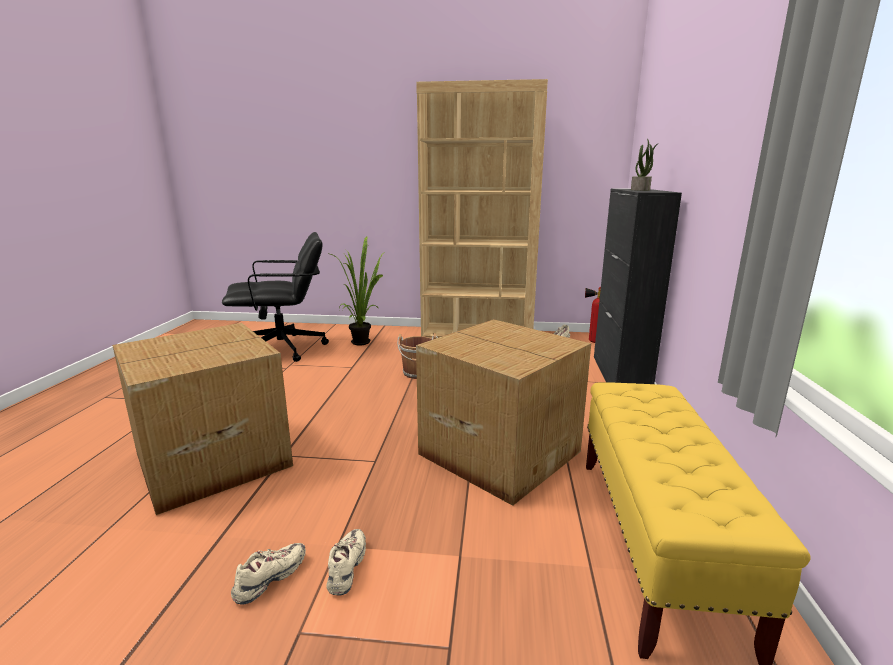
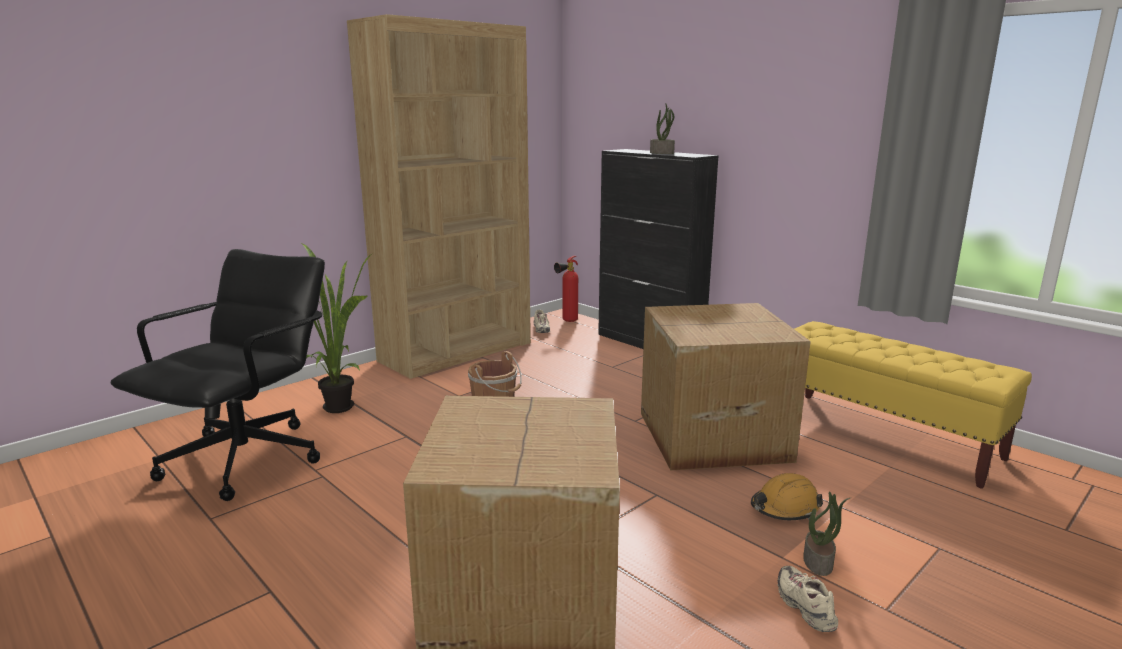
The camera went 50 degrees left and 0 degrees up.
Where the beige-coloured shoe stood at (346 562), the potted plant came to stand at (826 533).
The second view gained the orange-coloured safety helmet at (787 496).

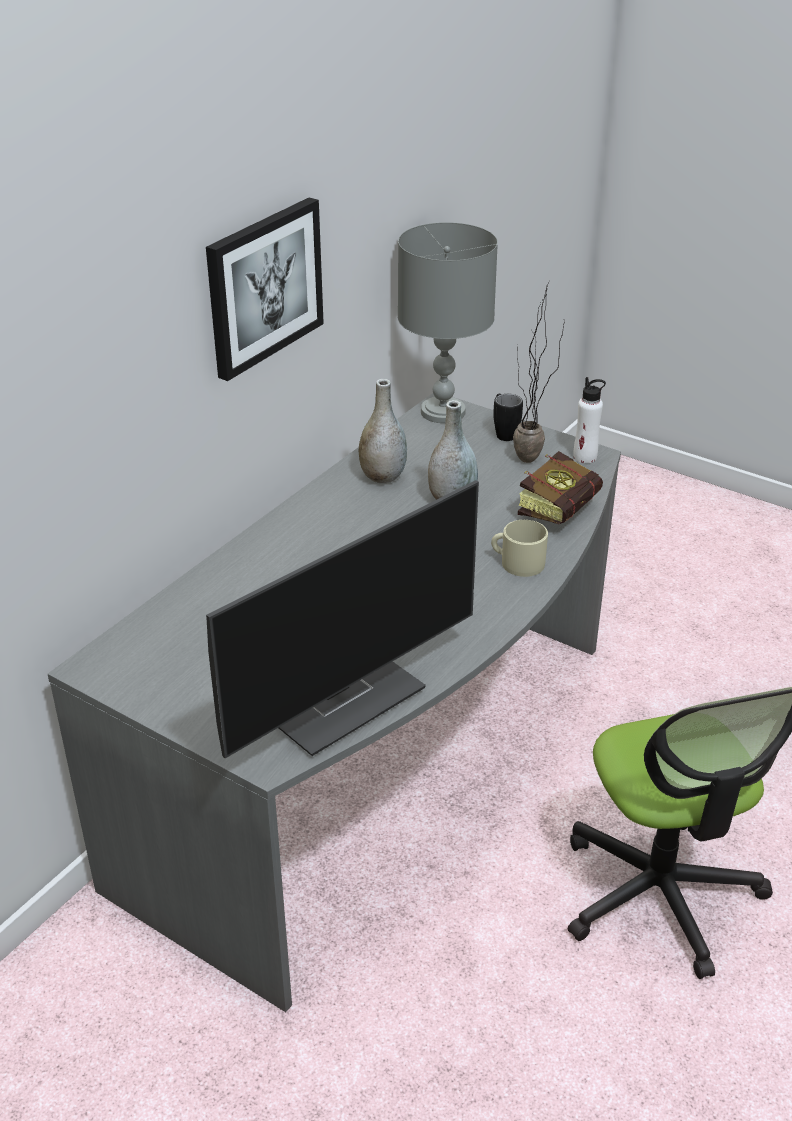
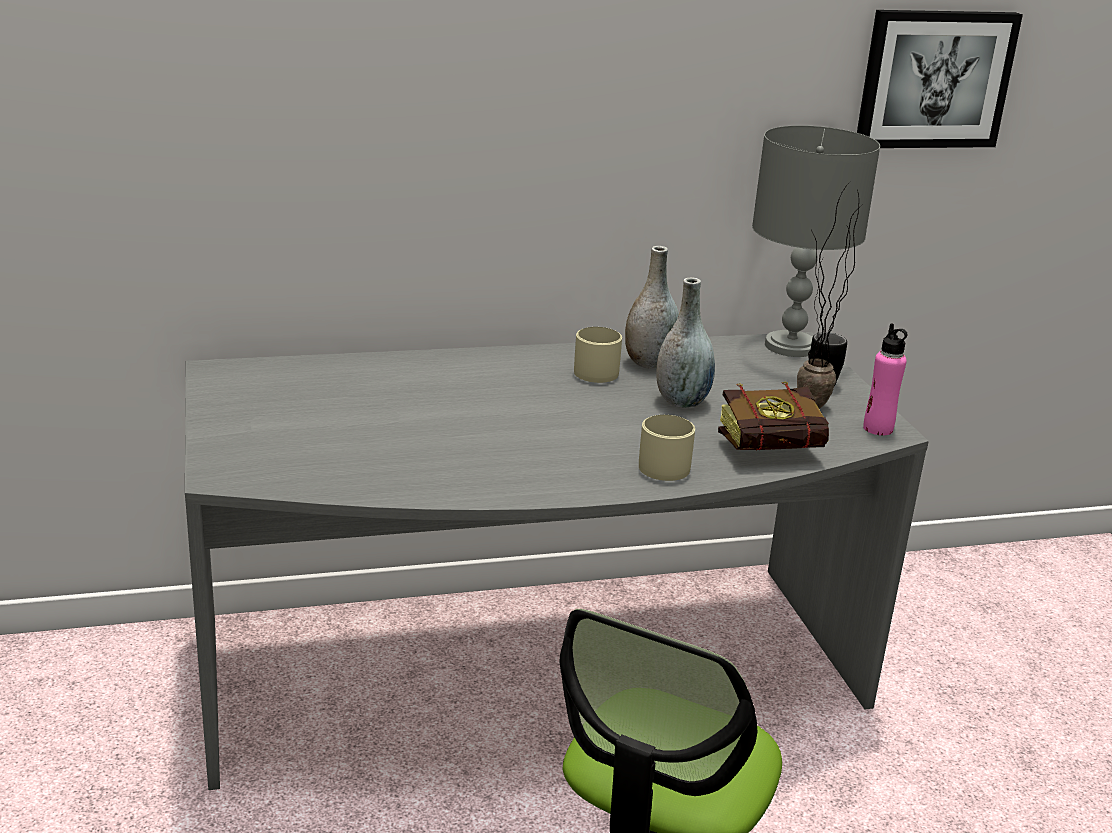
The camera went 40 degrees right and 10 degrees down.
The picture ended up elsewhere, having gone from (265 289) to (940 79).
The second view lost the computer display at (342 619).
What was the whitish drink bottle at (589 420) turned into the pink-coloured drink bottle at (885 379).
The second view gained the beige-coloured mug at (598 355).

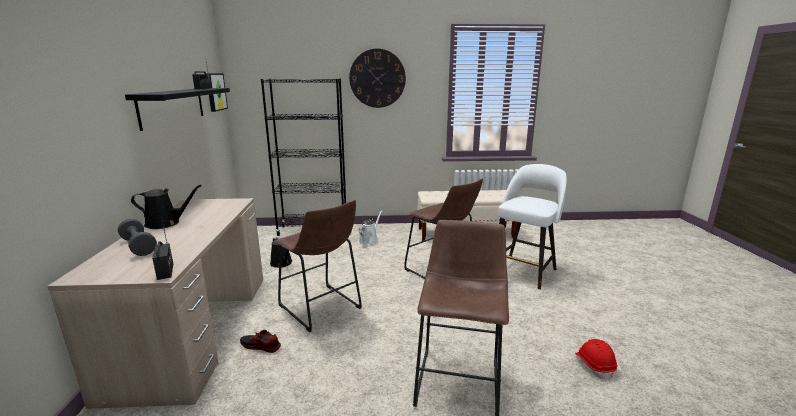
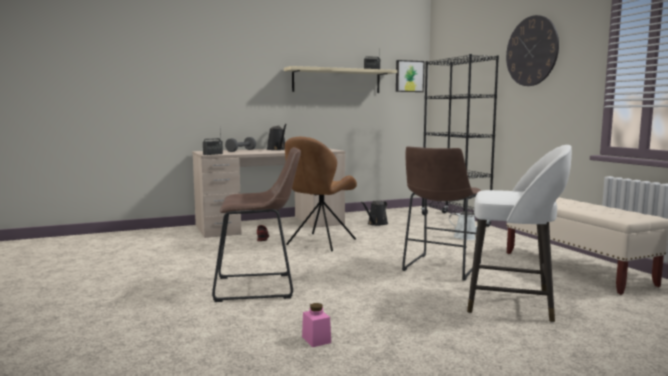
The camera went 70 degrees right and 10 degrees down.
What was the black wall shelf at (177 109) turned into the beige-coloured wall shelf at (340 79).
Where the brown stool stood at (318 266), the brown upright chair came to stand at (321 194).
Where the reddish safety helmet stood at (596 360), the pink-coloured jar came to stand at (316 325).

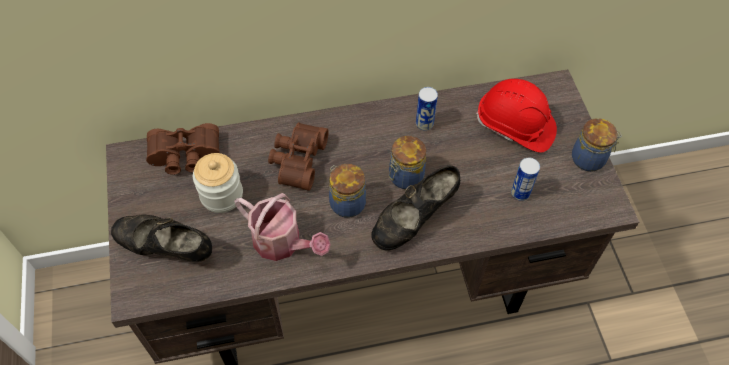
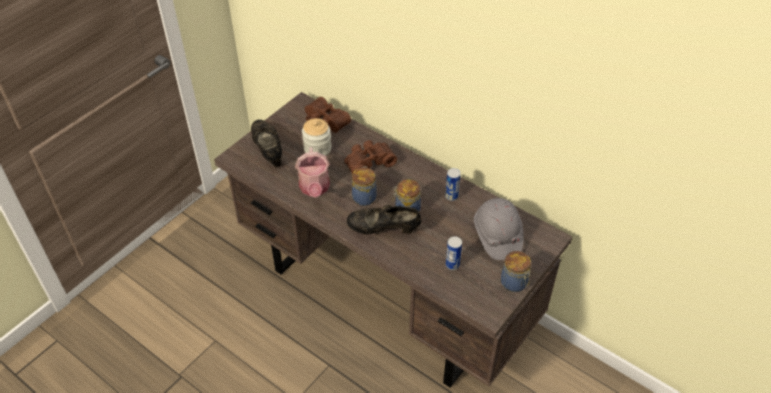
The camera went 50 degrees right and 10 degrees down.
What was the reddish safety helmet at (516 116) turned into the greyish safety helmet at (498 229).

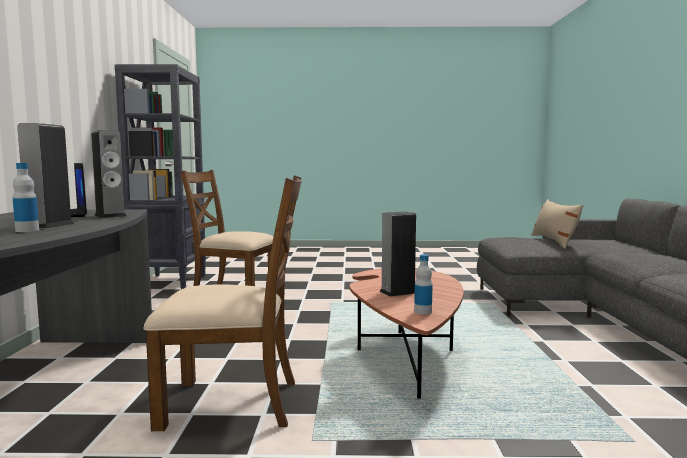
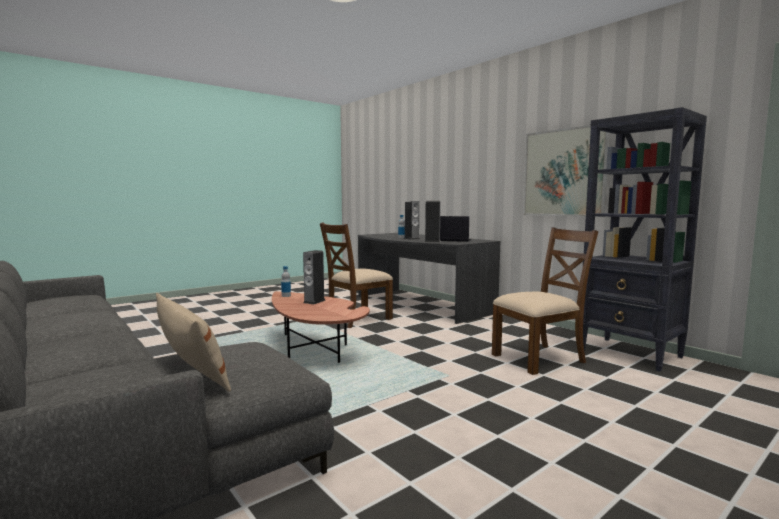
The camera went 140 degrees right and 0 degrees up.
The second view gained the picture at (566 171).

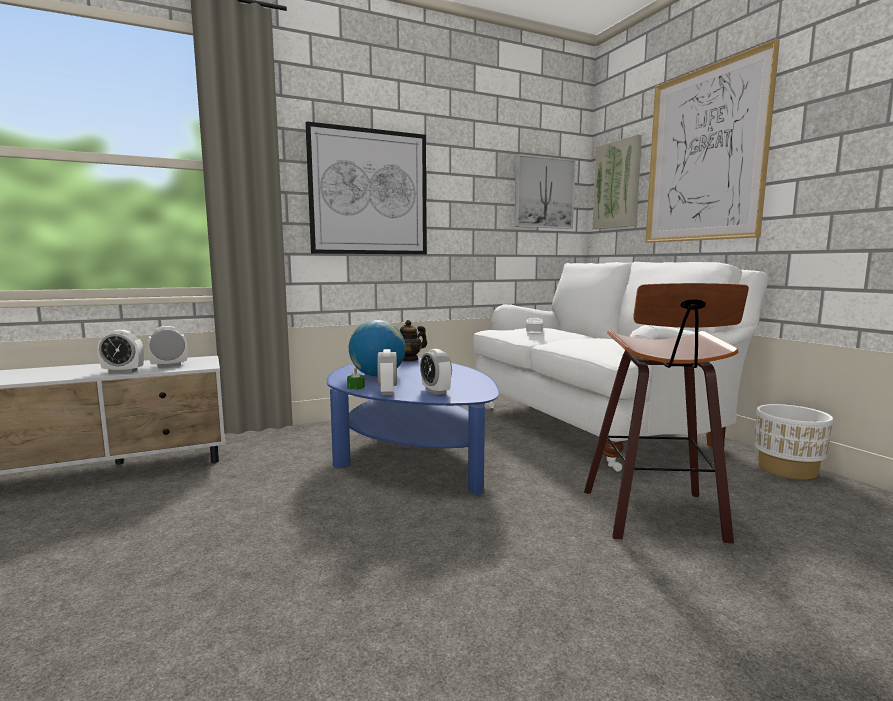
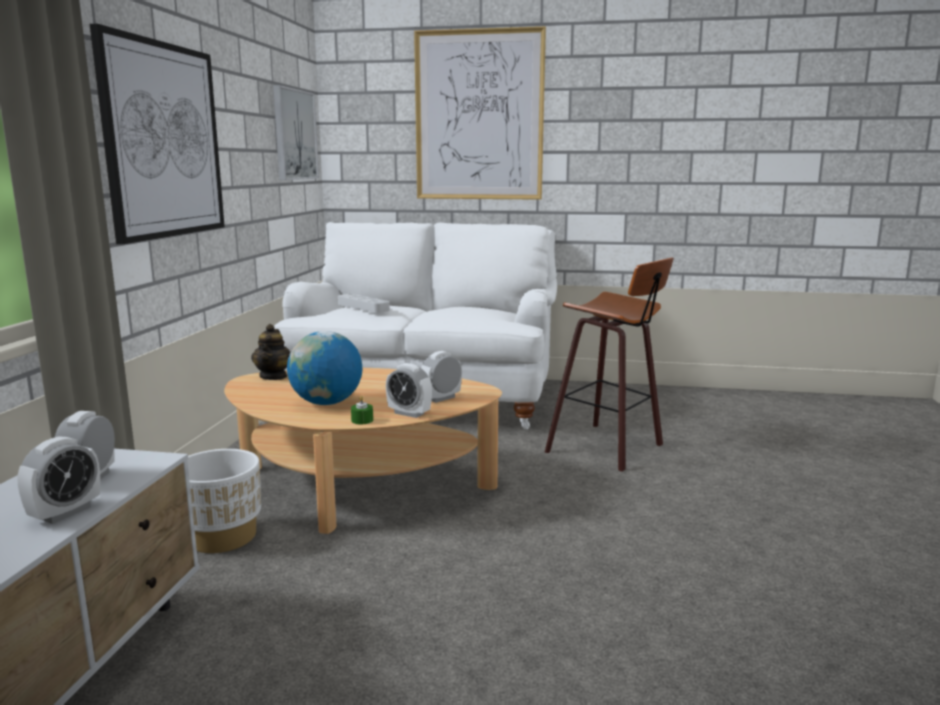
The camera went 55 degrees left and 5 degrees up.
What was the blue-coloured low table at (413 426) turned into the beige-coloured low table at (363 451).
The table clock at (436 372) ended up facing another way, 135 degrees clockwise from before.
The second view lost the picture at (617 181).
The whitish plant pot ended up elsewhere, having gone from (794 442) to (224 501).

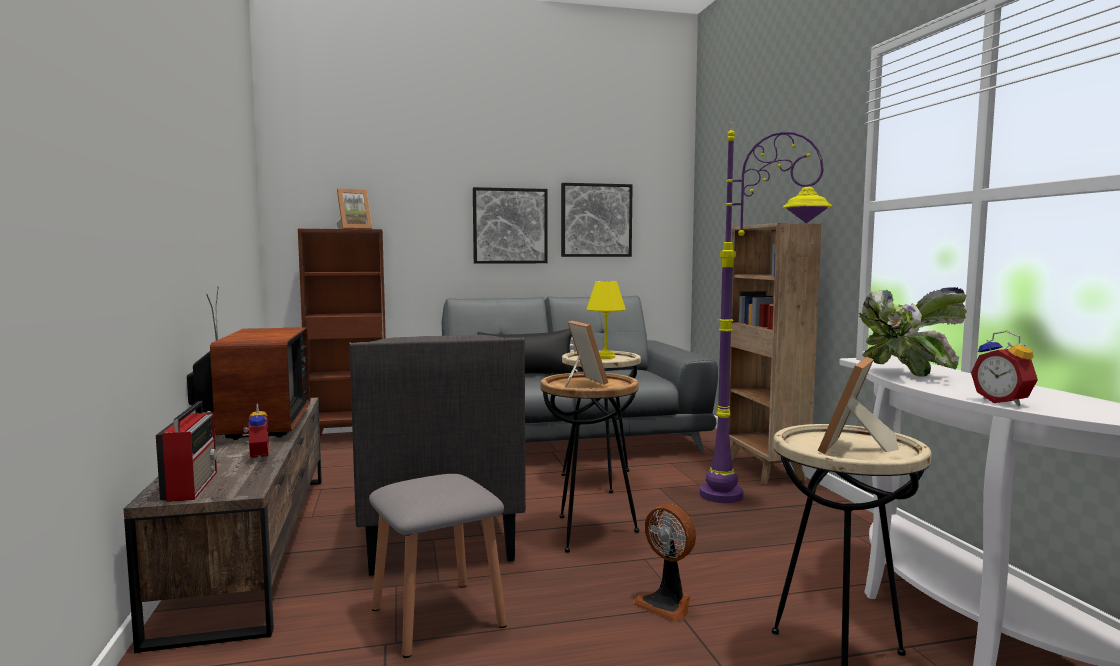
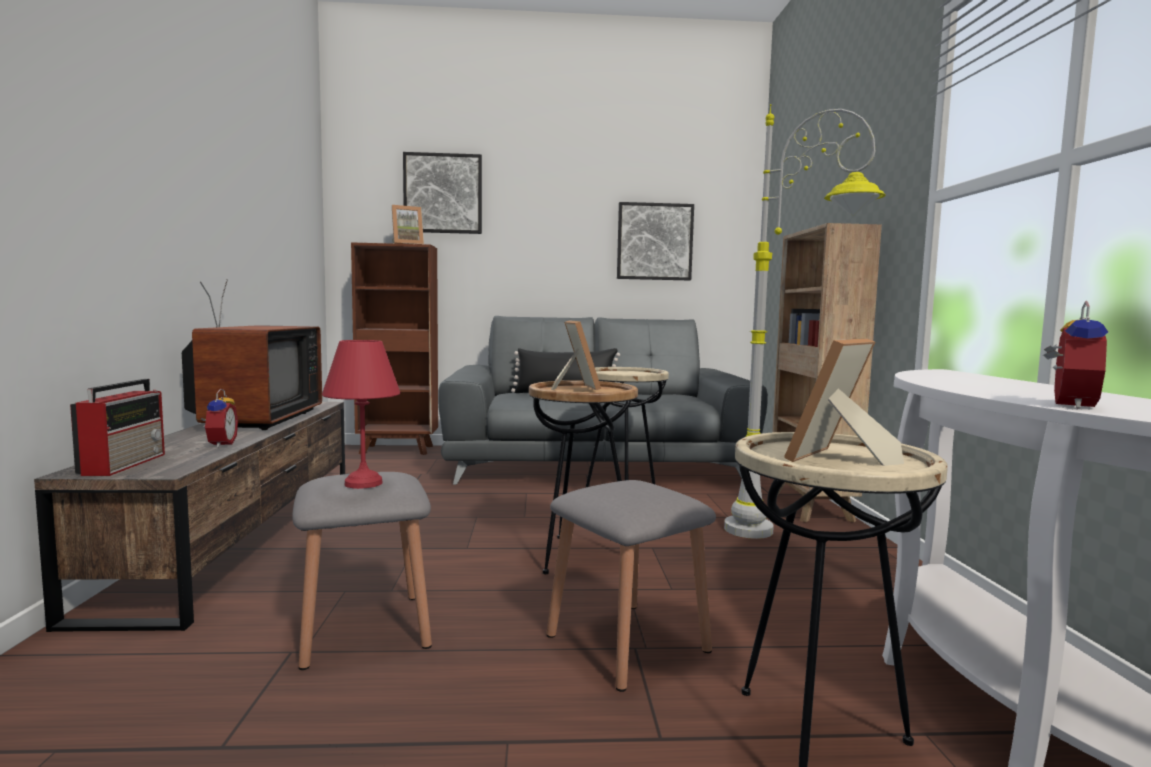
The camera went 10 degrees right and 0 degrees up.
The second view lost the greyish easy chair at (437 455).
The picture ended up elsewhere, having gone from (510 225) to (442 193).
The second view lost the yellow-coloured table lamp at (606 320).
Where the fan stood at (664 562), the greyish stool came to stand at (631 586).
What was the purplish standing lamp at (766 312) turned into the greyish standing lamp at (805 321).
The second view lost the potted plant at (913 332).
The table clock at (1004 368) ended up facing another way, 135 degrees counterclockwise from before.
The second view gained the reddish table lamp at (361 414).

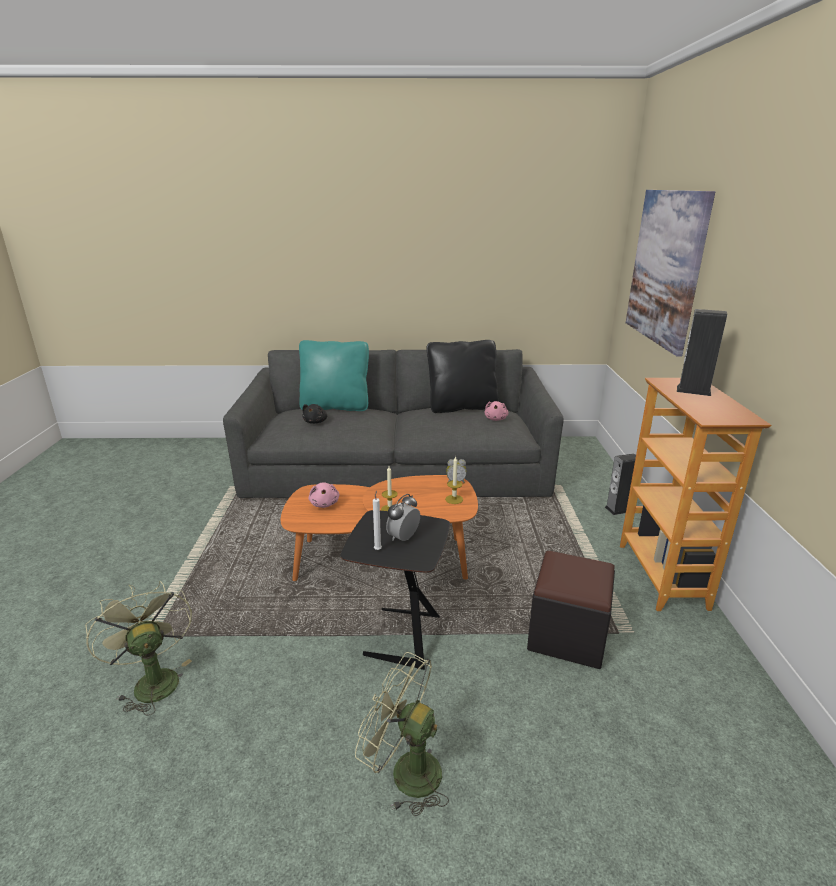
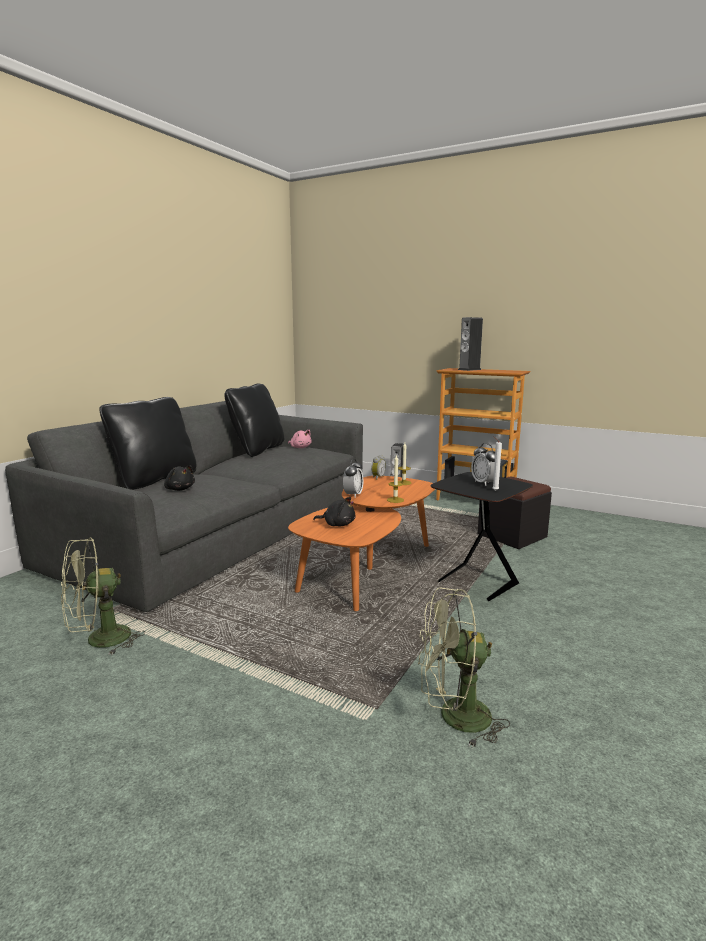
The camera went 60 degrees left and 10 degrees down.
What was the blue-green throw pillow at (334 375) turned into the black throw pillow at (148 443).
What was the pink-coloured soft toy at (324 495) turned into the black soft toy at (334 511).
The green-coloured fan ended up elsewhere, having gone from (402 734) to (103 596).
The second view lost the picture at (670 273).
The second view gained the table clock at (353 478).

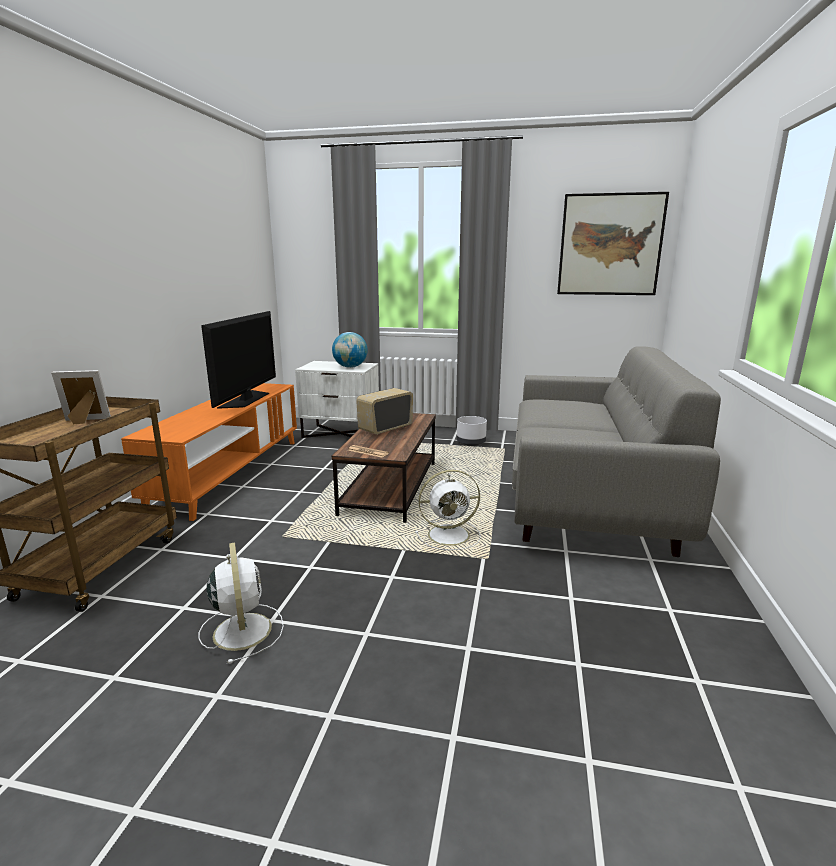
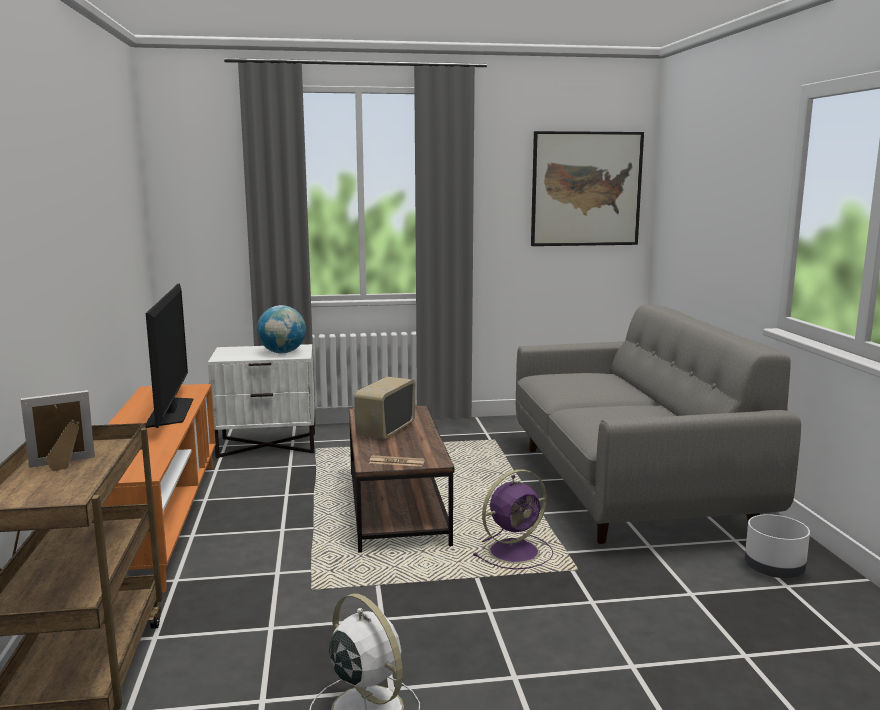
The camera went 20 degrees left and 5 degrees down.
What was the whitish fan at (448 510) turned into the purplish fan at (513 519).
The whitish plant pot ended up elsewhere, having gone from (472 431) to (777 546).

